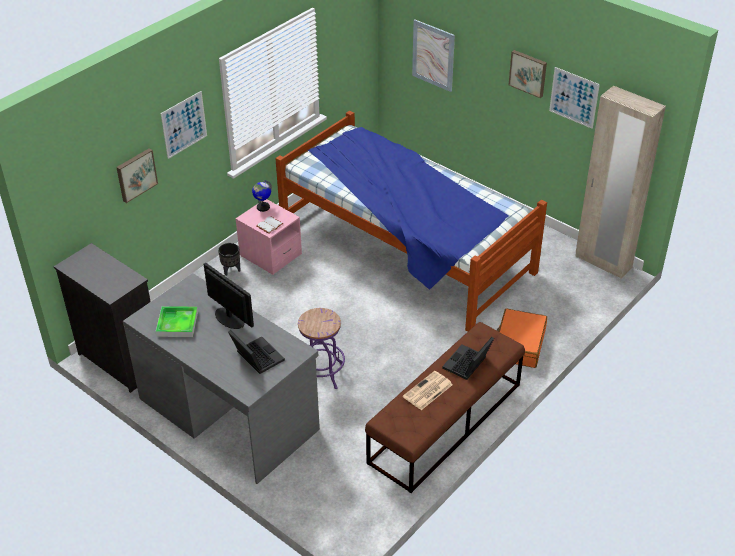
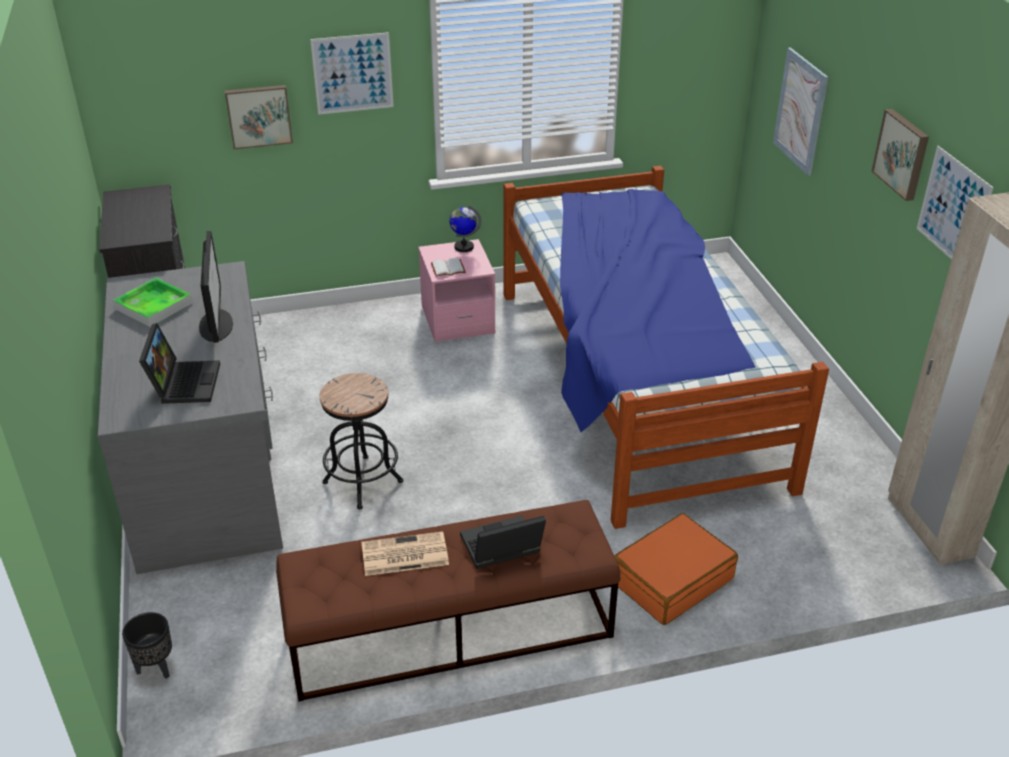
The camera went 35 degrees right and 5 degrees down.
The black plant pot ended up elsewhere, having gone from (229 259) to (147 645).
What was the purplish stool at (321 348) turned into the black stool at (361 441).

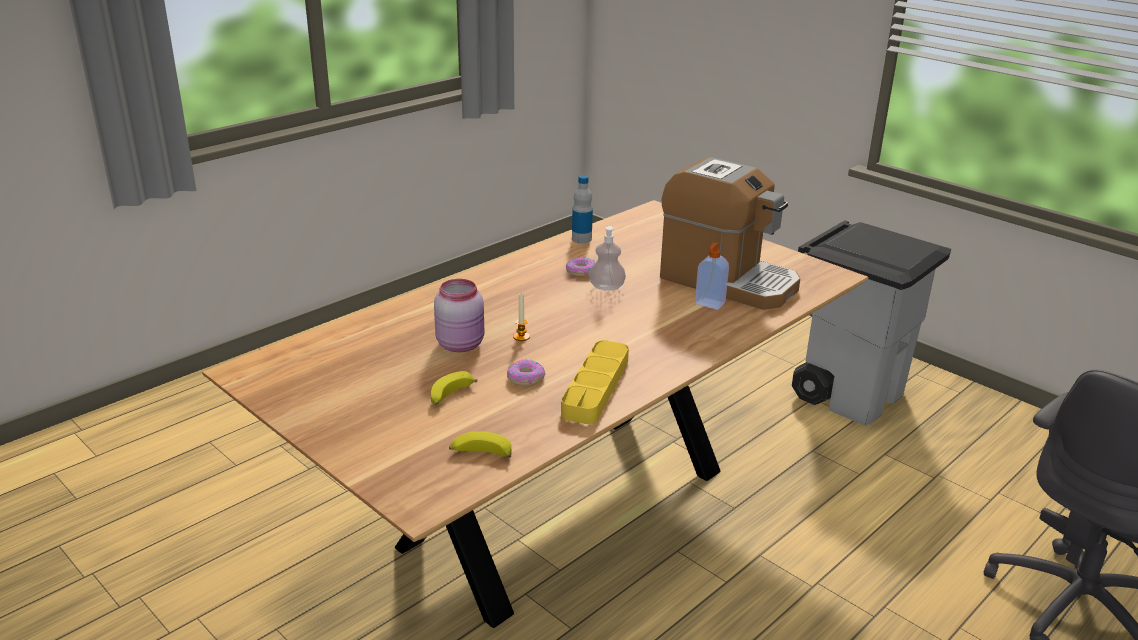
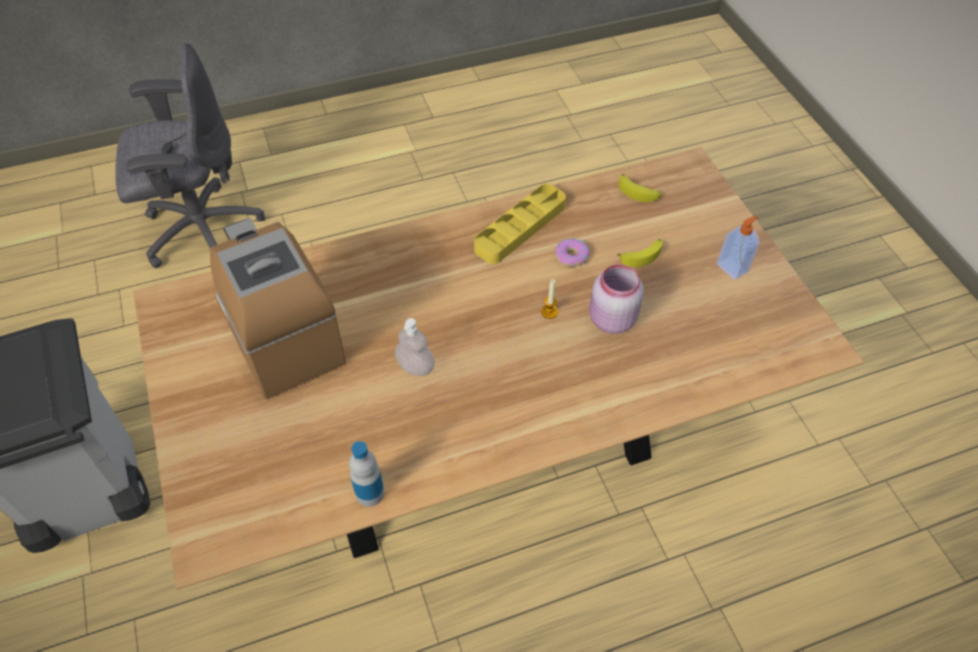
The camera went 155 degrees left and 25 degrees up.
The second view lost the ring doughnut at (580 267).
The soap dispenser ended up elsewhere, having gone from (712 276) to (738 248).

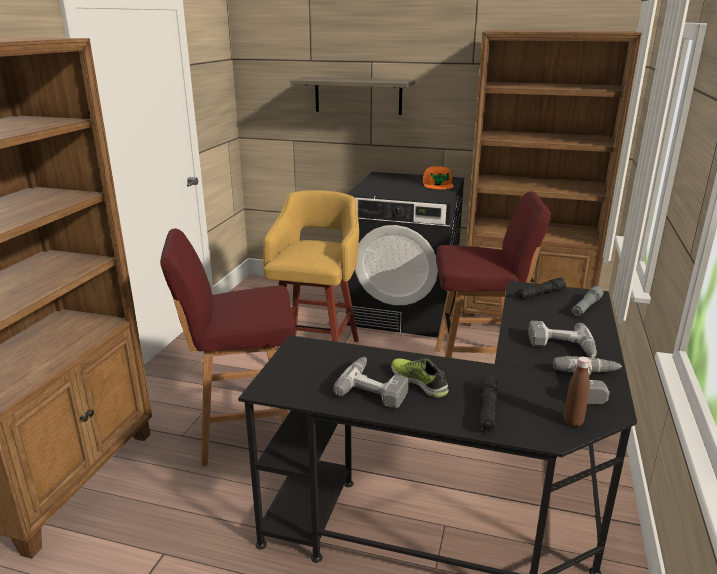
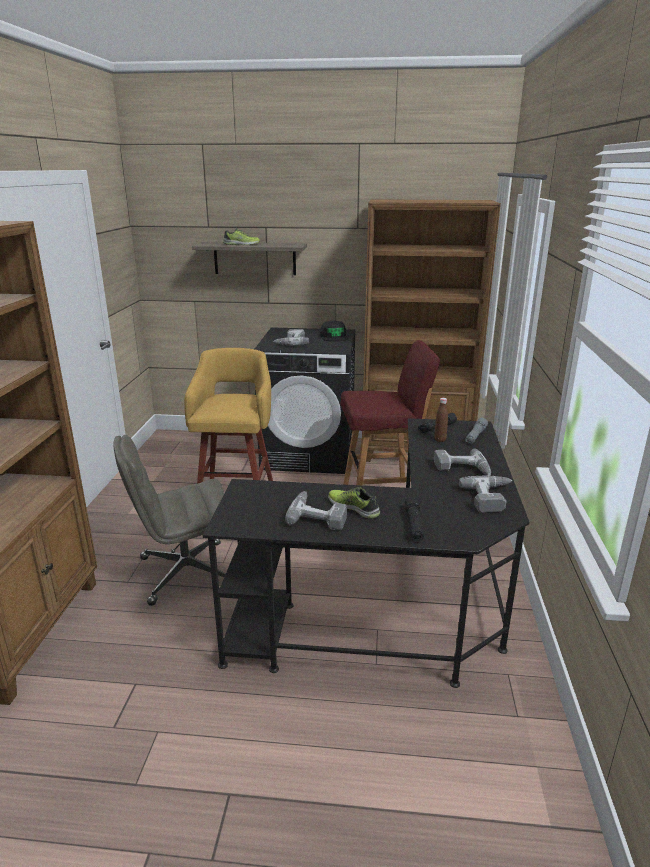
The camera went 10 degrees left and 0 degrees up.
Where the reddish stool stood at (228 347), the greyish office chair came to stand at (169 520).
What was the orange-coloured peaked cap at (438 177) turned into the black peaked cap at (334 331).
The brown drink bottle ended up elsewhere, having gone from (577 392) to (441 420).
The second view gained the shoe at (241 236).
The second view gained the electric drill at (291 337).

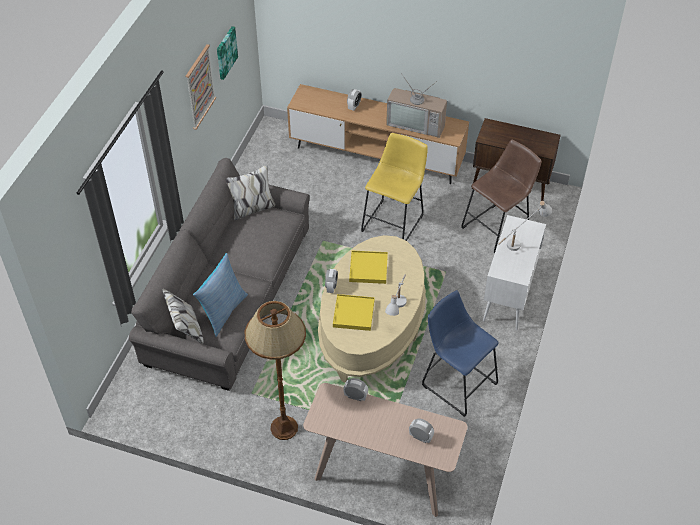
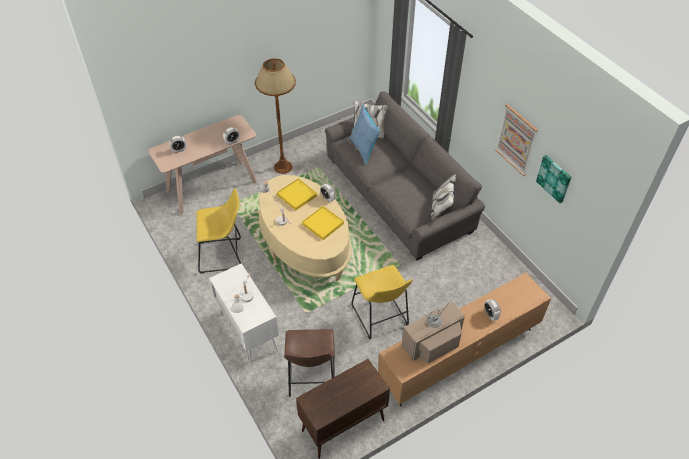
The camera went 130 degrees right and 0 degrees up.
What was the blue-coloured stool at (460 353) turned into the yellow-coloured stool at (218 231).

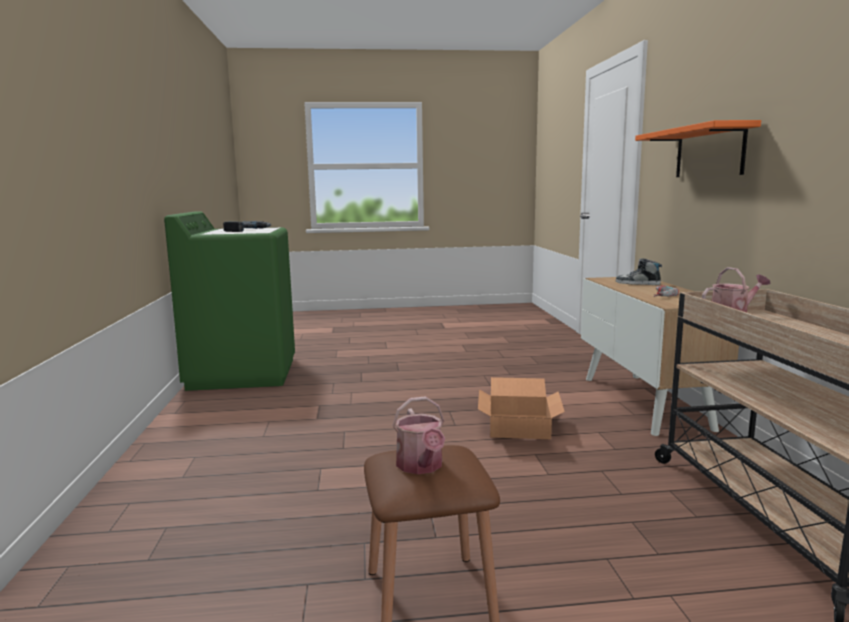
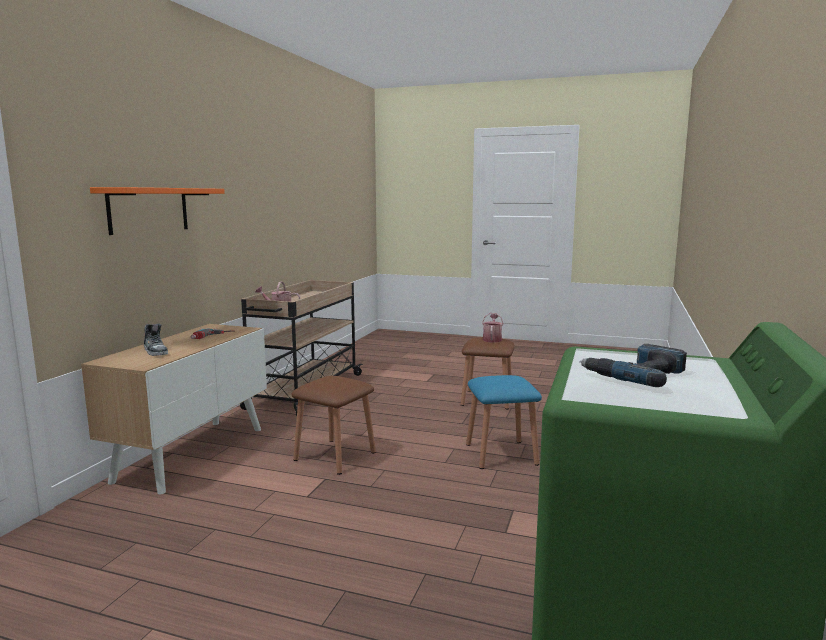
The camera went 155 degrees left and 0 degrees up.
Where the packing box stood at (521 408), the brown stool came to stand at (334 425).
The second view gained the blue-coloured stool at (504 422).

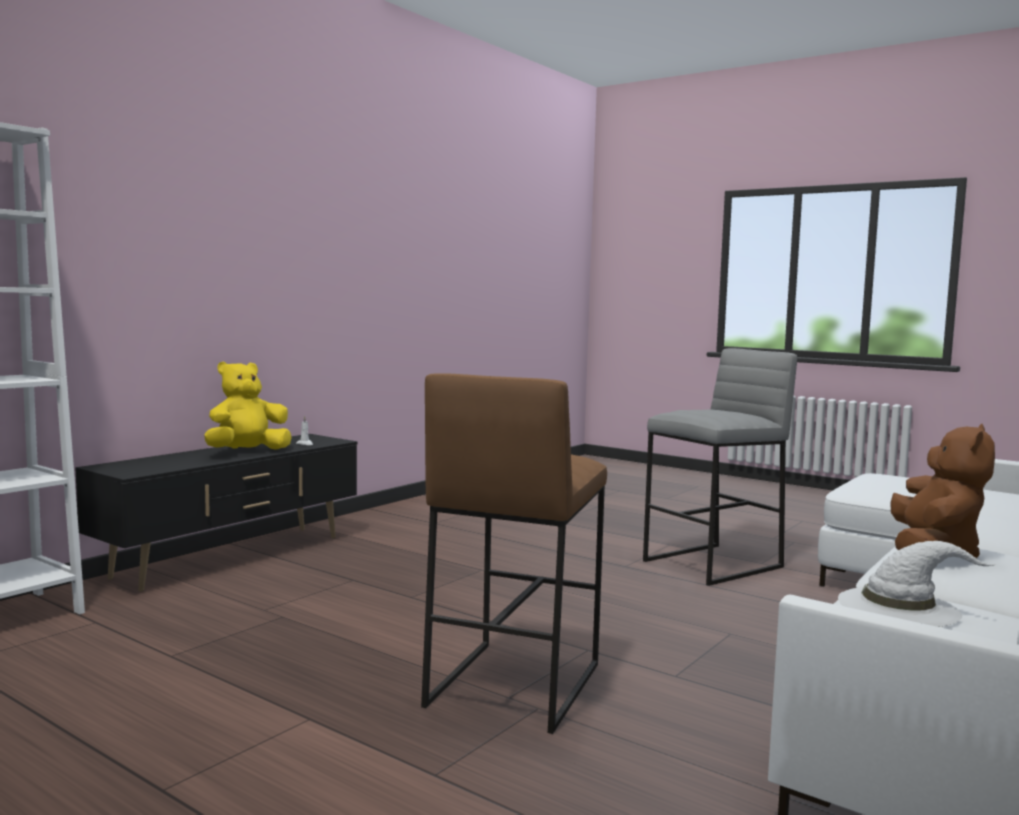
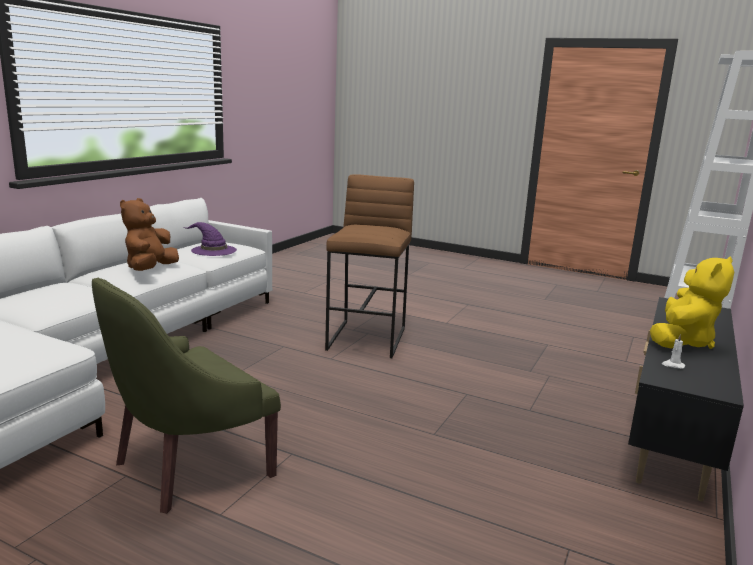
The camera went 170 degrees right and 10 degrees up.
Where the greyish stool stood at (720 467), the green-coloured easy chair came to stand at (186 395).
What was the whitish wearable hat at (917 584) turned into the purplish wearable hat at (210 239).

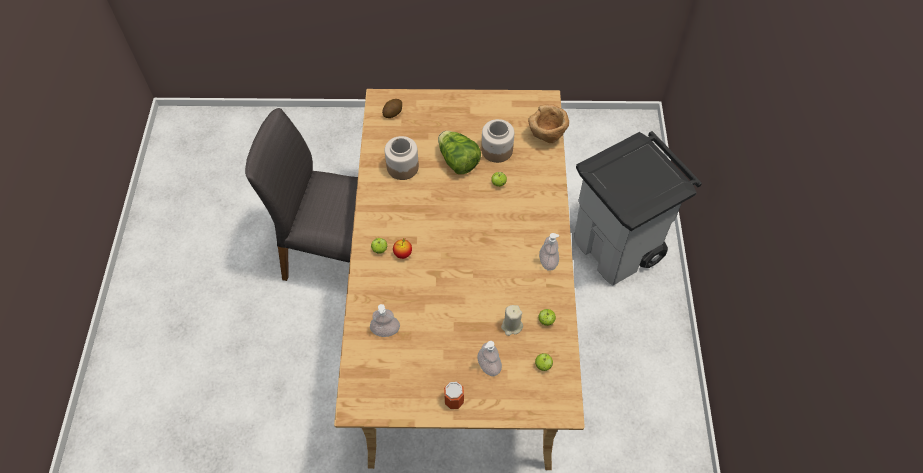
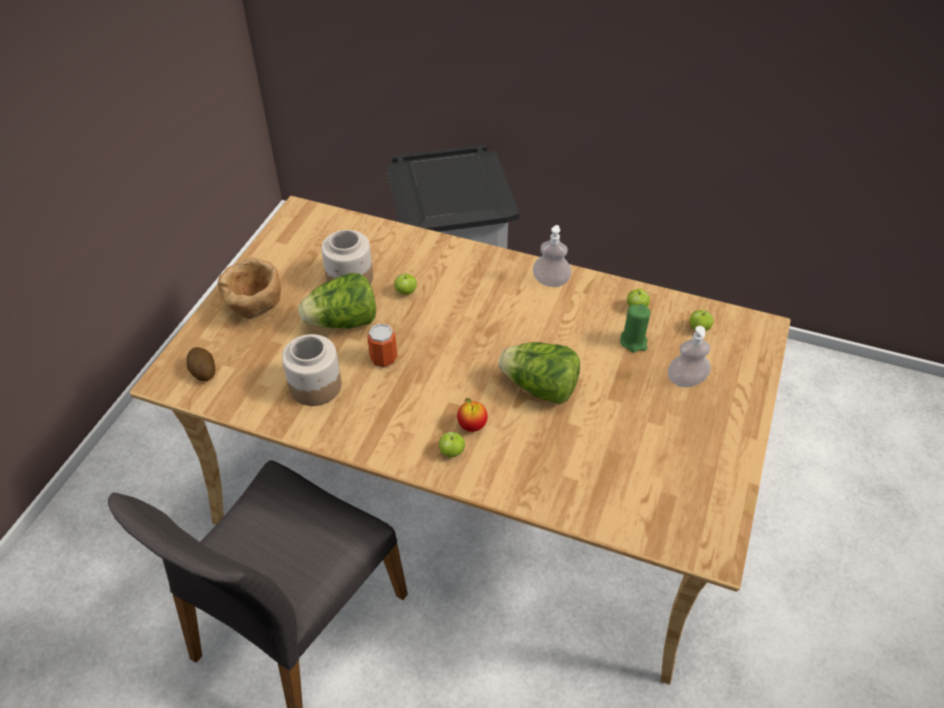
The camera went 70 degrees left and 10 degrees down.
The second view lost the soap dispenser at (385 320).
The sealed can ended up elsewhere, having gone from (454 395) to (382 345).
What was the beige-coloured candle at (512 320) turned into the green-coloured candle at (635 328).
The brown bowl ended up elsewhere, having gone from (548 123) to (249 288).
The second view gained the head of lettuce at (539 373).

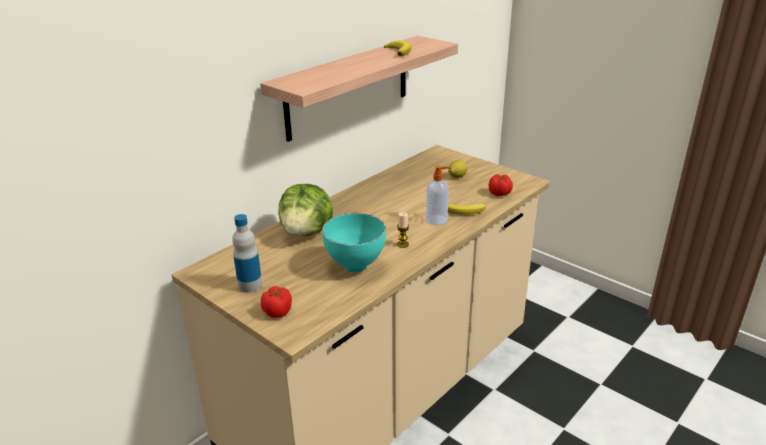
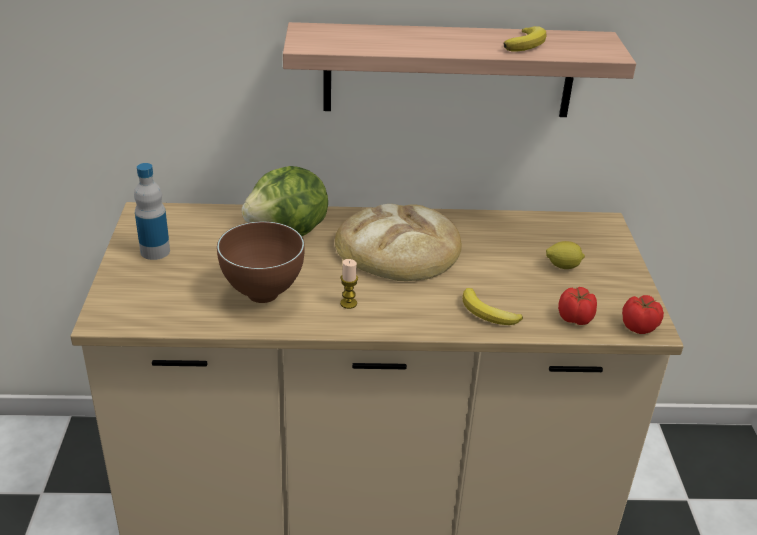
The camera went 45 degrees right and 5 degrees up.
The tomato ended up elsewhere, having gone from (276 302) to (643 314).
What was the blue-green bowl at (354 242) turned into the brown bowl at (261 262).
The second view lost the soap dispenser at (439 195).
The second view gained the baked bread at (398 242).

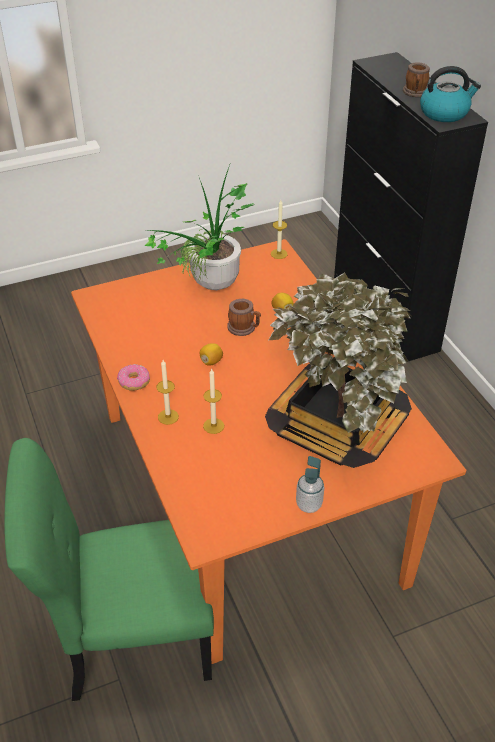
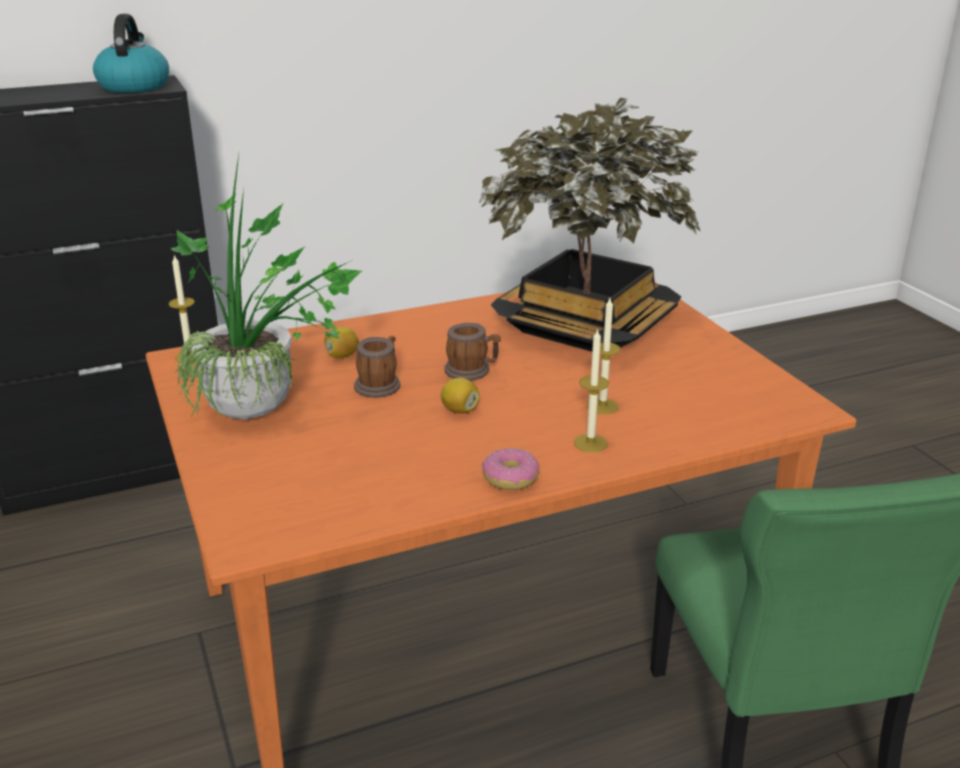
The camera went 90 degrees left and 15 degrees down.
The second view lost the soap dispenser at (310 484).
The mug ended up elsewhere, having gone from (416 79) to (473 352).

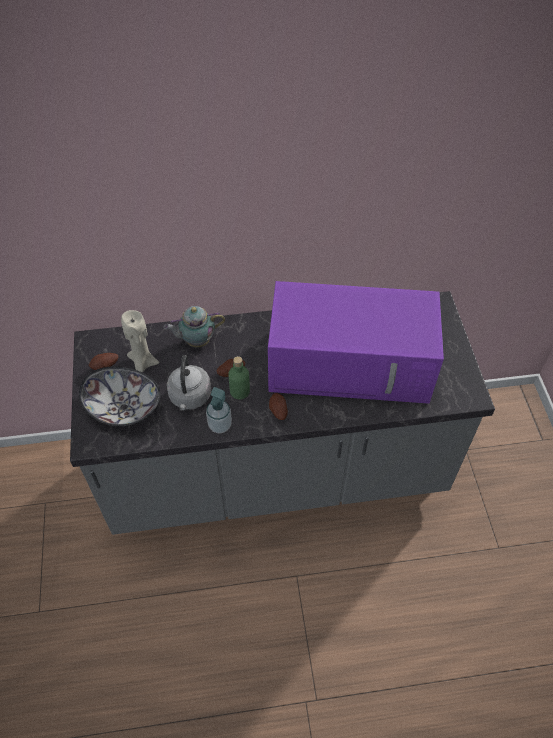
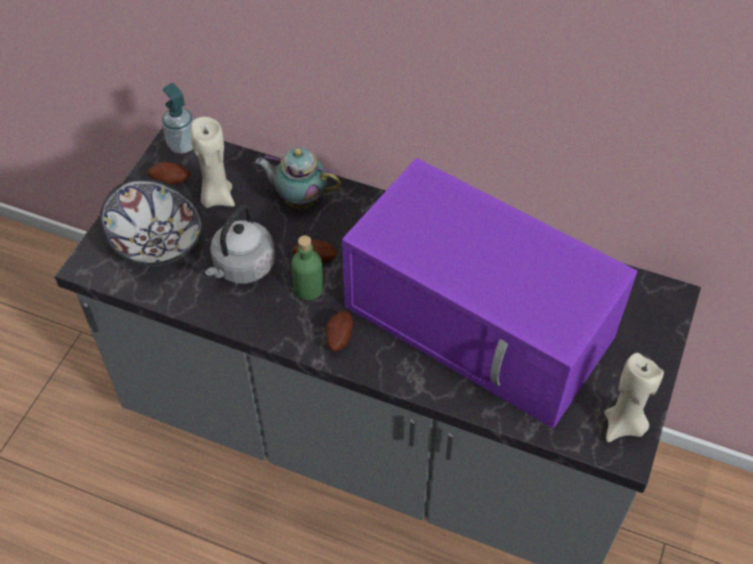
The camera went 30 degrees right and 0 degrees up.
The soap dispenser ended up elsewhere, having gone from (219 410) to (178 118).
The second view gained the beige-coloured candle at (634 397).

